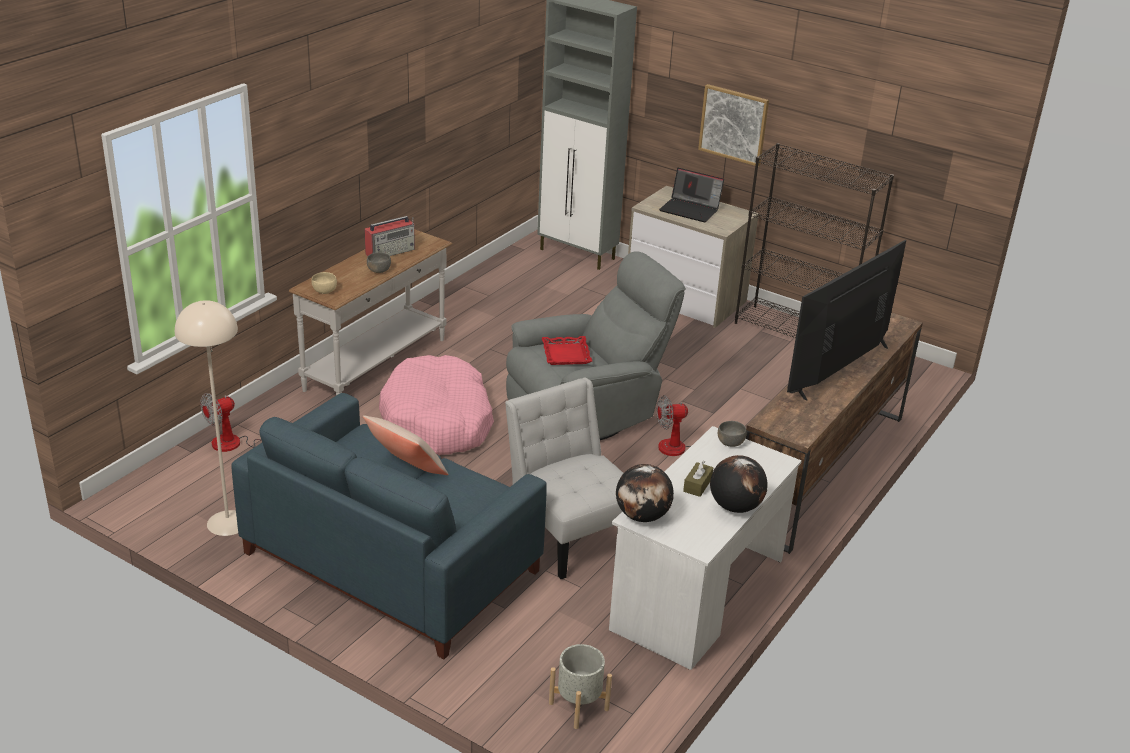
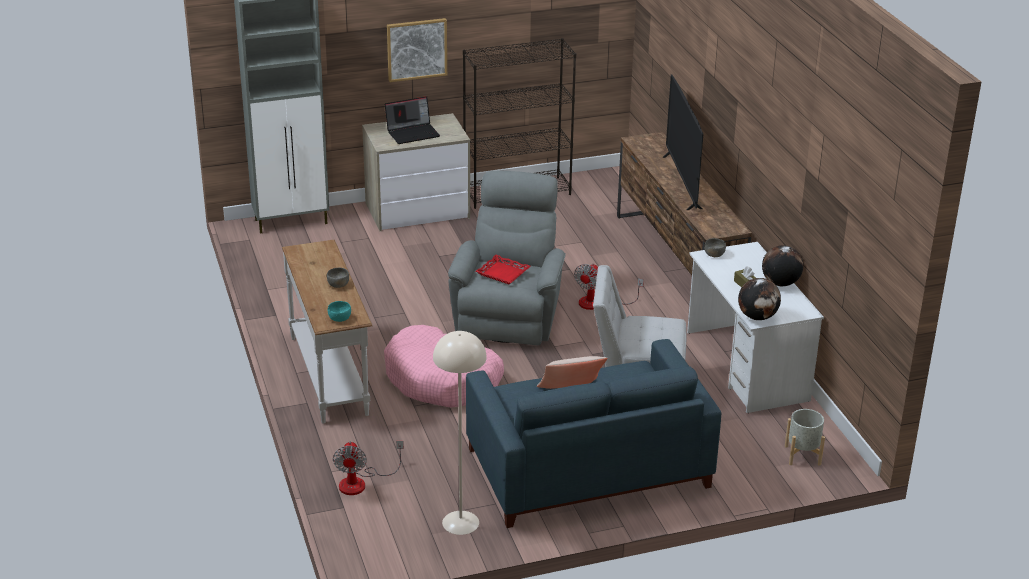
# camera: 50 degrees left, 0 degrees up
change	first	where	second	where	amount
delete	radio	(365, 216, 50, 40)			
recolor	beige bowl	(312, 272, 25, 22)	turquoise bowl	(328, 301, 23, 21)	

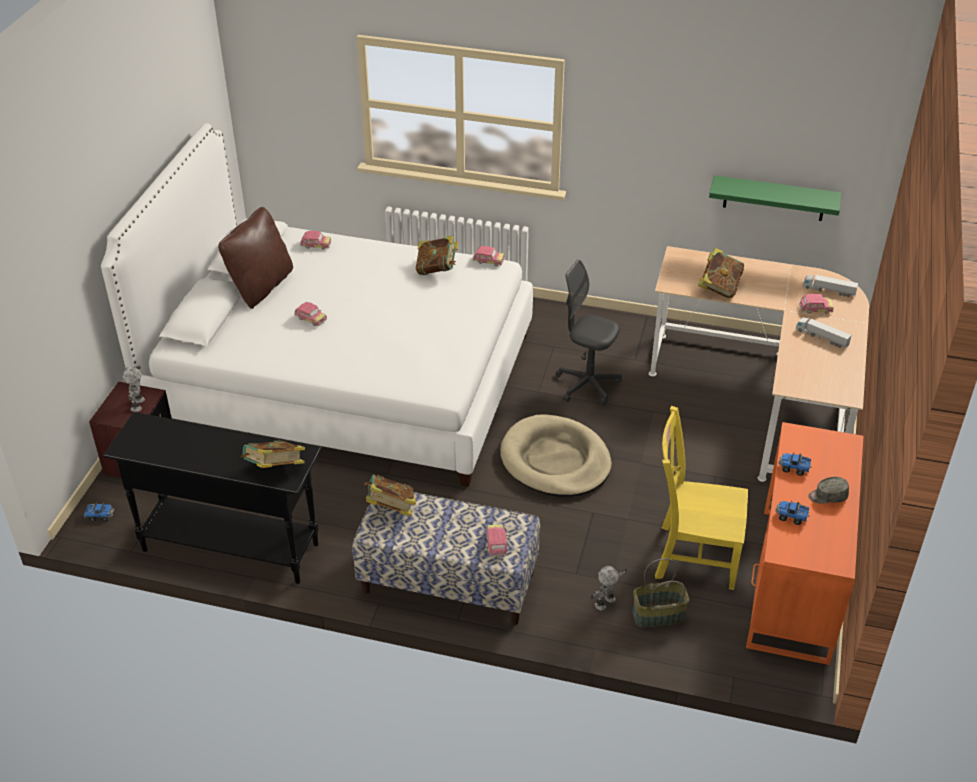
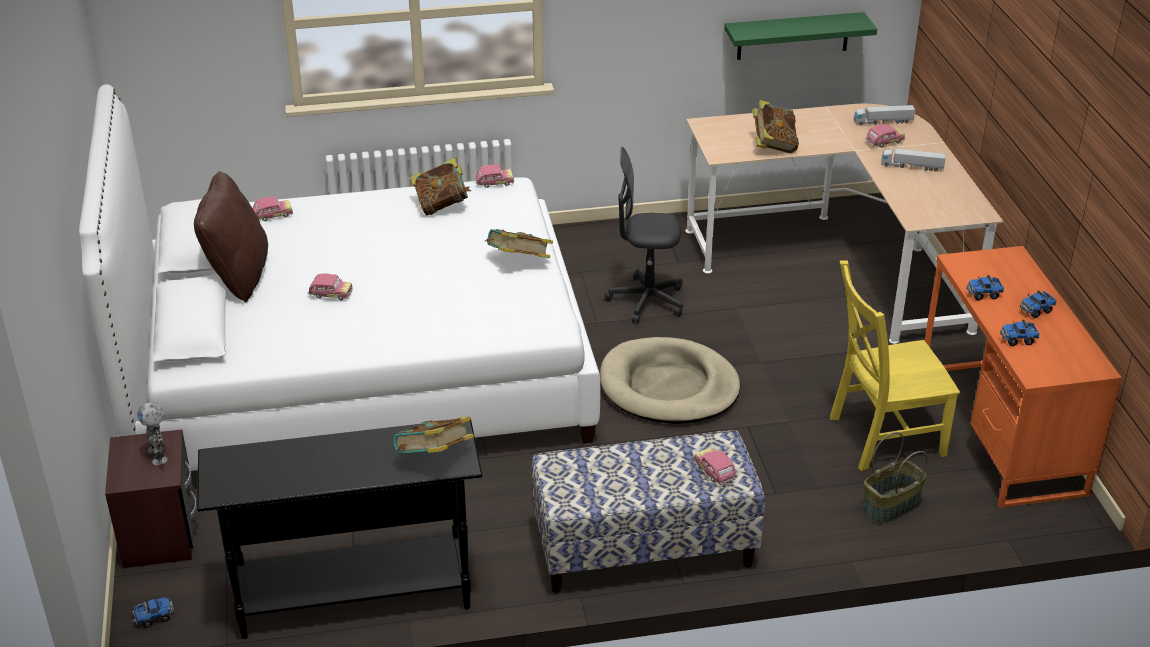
# camera: 25 degrees left, 5 degrees down
change	first	where	second	where	amount
delete	toy robot	(590, 566, 37, 45)			
move	book	(364, 474, 52, 42)		(485, 229, 68, 29)	
replace	grey cap	(808, 477, 41, 27)	toy truck	(1020, 291, 36, 27)	

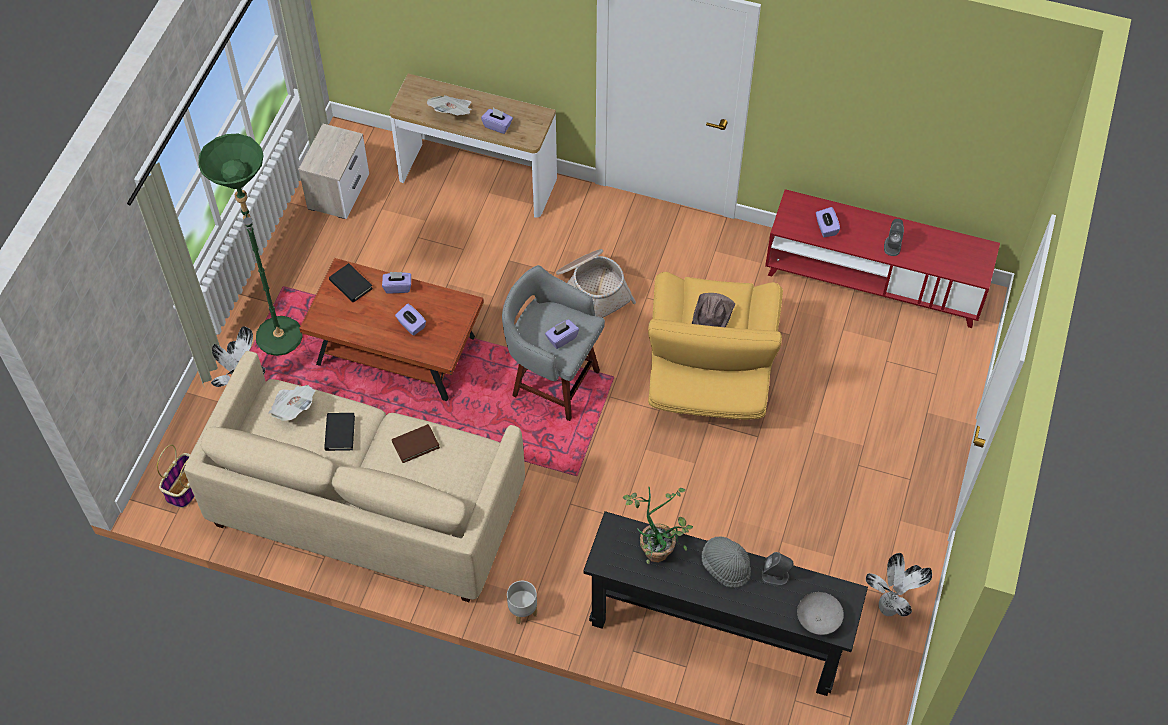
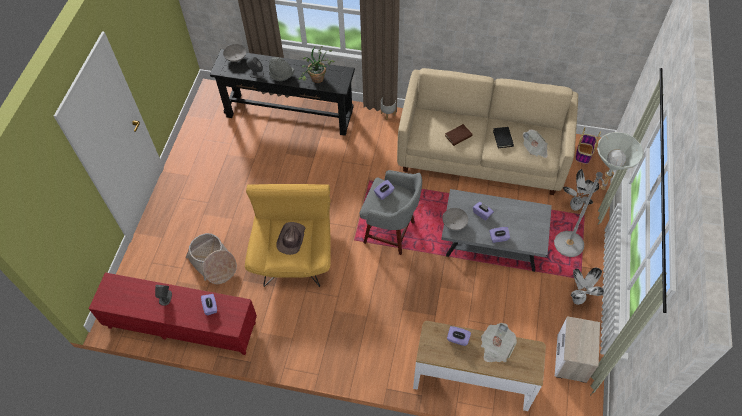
# camera: 175 degrees right, 0 degrees up
change	first	where	second	where	amount
delete	black book	(329, 263, 44, 39)			
insert			grey bowl	(442, 208, 26, 22)	
move	basket	(556, 249, 80, 69)		(186, 233, 51, 51)	
move	potted plant	(866, 553, 66, 64)		(571, 268, 33, 37)	
recolor	green floor lamp	(198, 134, 105, 222)	grey floor lamp	(554, 132, 90, 125)	
recolor	brown coffee table	(299, 258, 185, 143)	grey coffee table	(441, 189, 111, 83)	

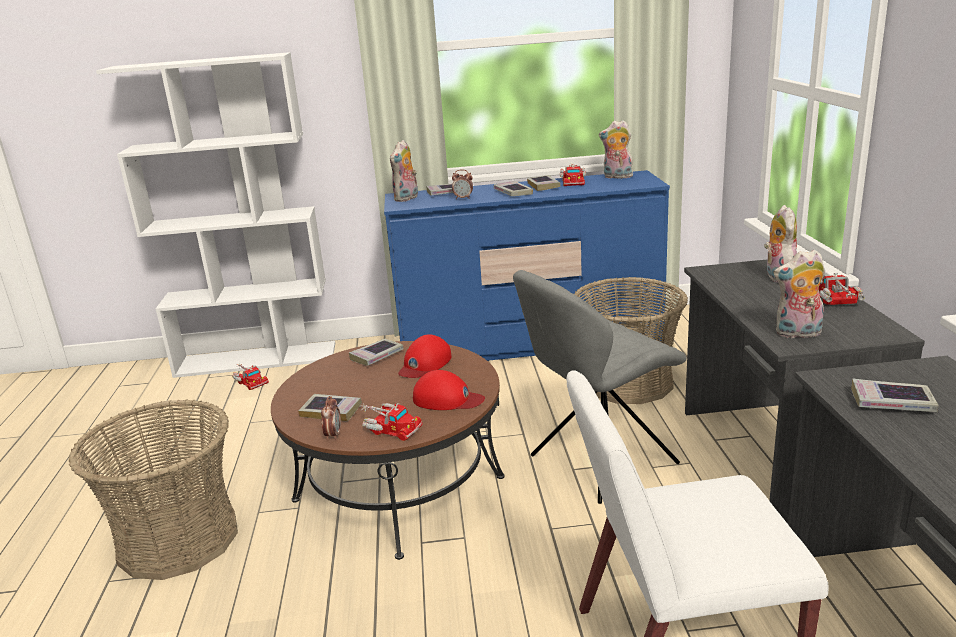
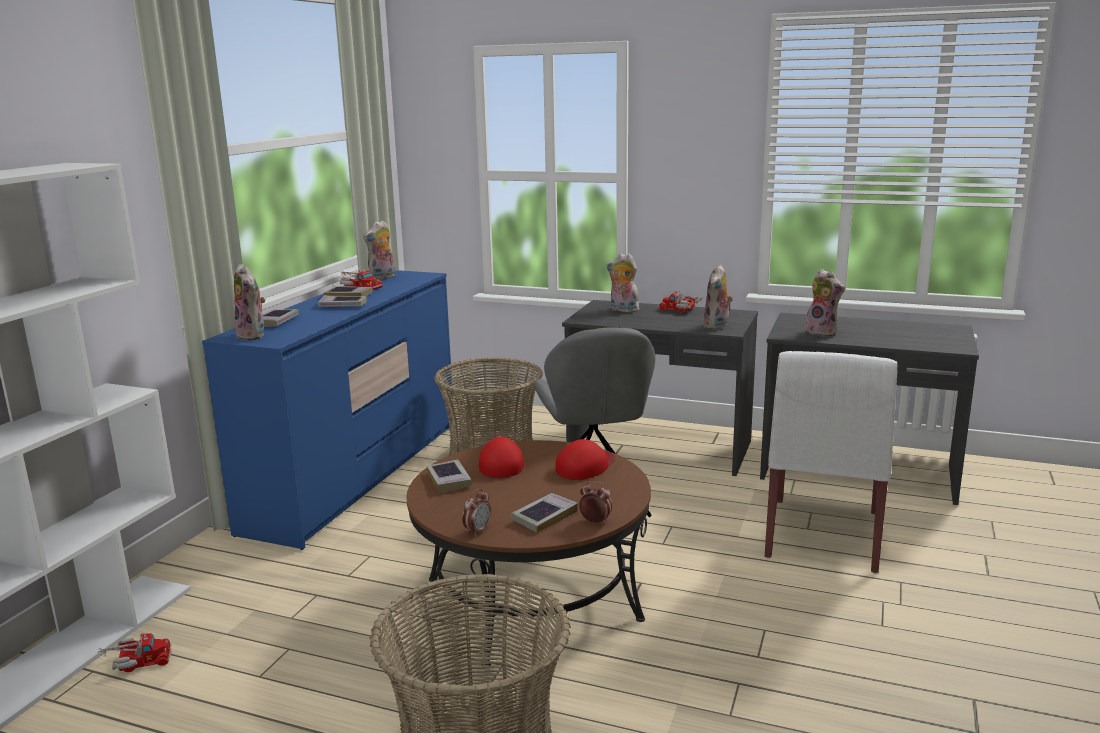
# camera: 65 degrees left, 5 degrees down
change	first	where	second	where	amount
delete	toy truck	(360, 403, 63, 38)			
move	alarm clock	(452, 170, 21, 29)		(462, 488, 29, 48)	
replace	book	(851, 378, 87, 34)	plush toy	(805, 269, 40, 68)	
rotate	red cap	(398, 334, 53, 44)		(479, 437, 45, 41)	150 degrees counterclockwise

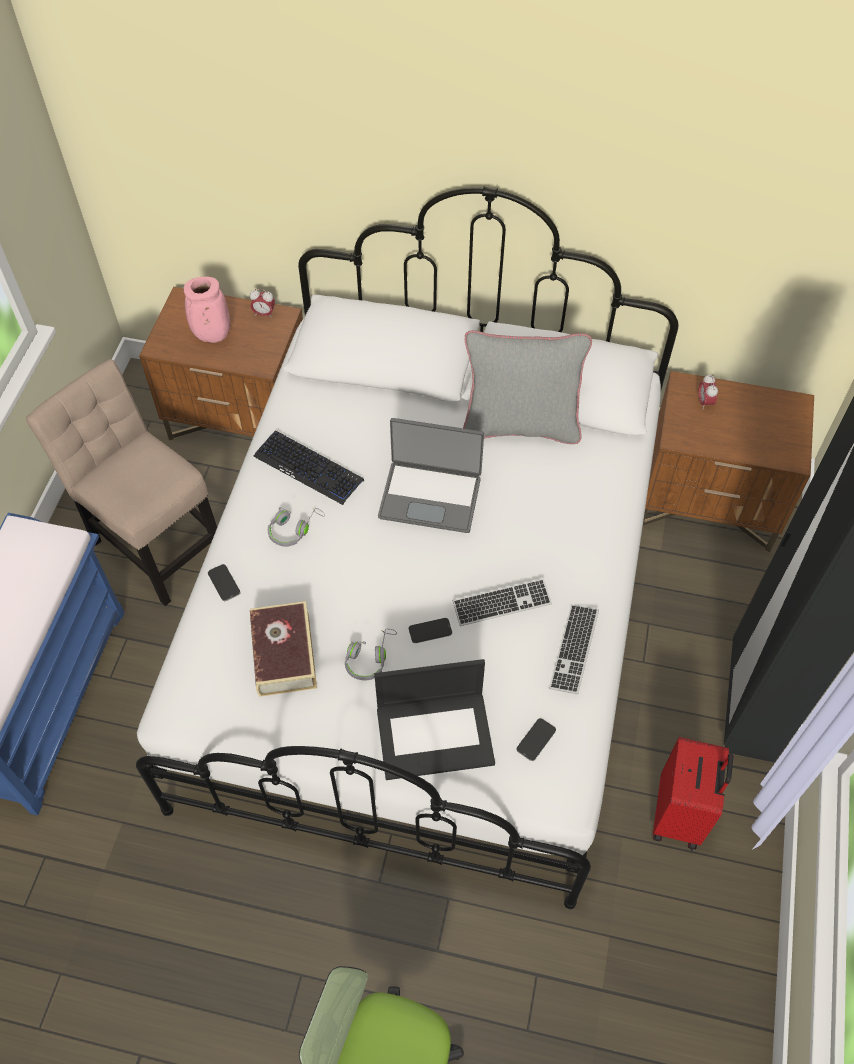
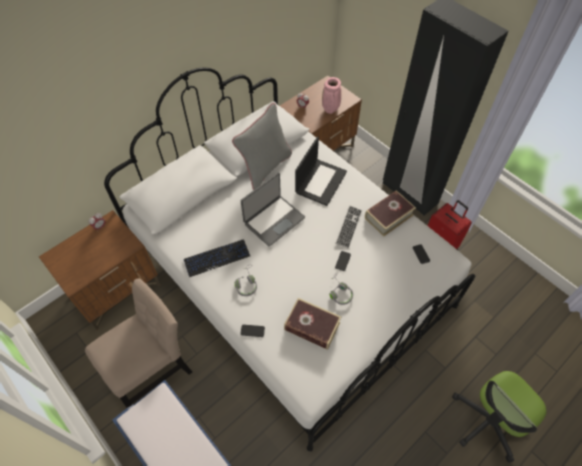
# camera: 55 degrees left, 0 degrees up
change	first	where	second	where	amount
move	pink vase	(184, 277, 46, 66)		(322, 77, 19, 37)	
move	laptop	(374, 659, 121, 121)		(295, 137, 52, 69)	
replace	keyboard	(549, 605, 50, 90)	book	(365, 190, 51, 46)	
rotate	beige chair	(26, 359, 191, 247)		(85, 279, 107, 129)	150 degrees clockwise

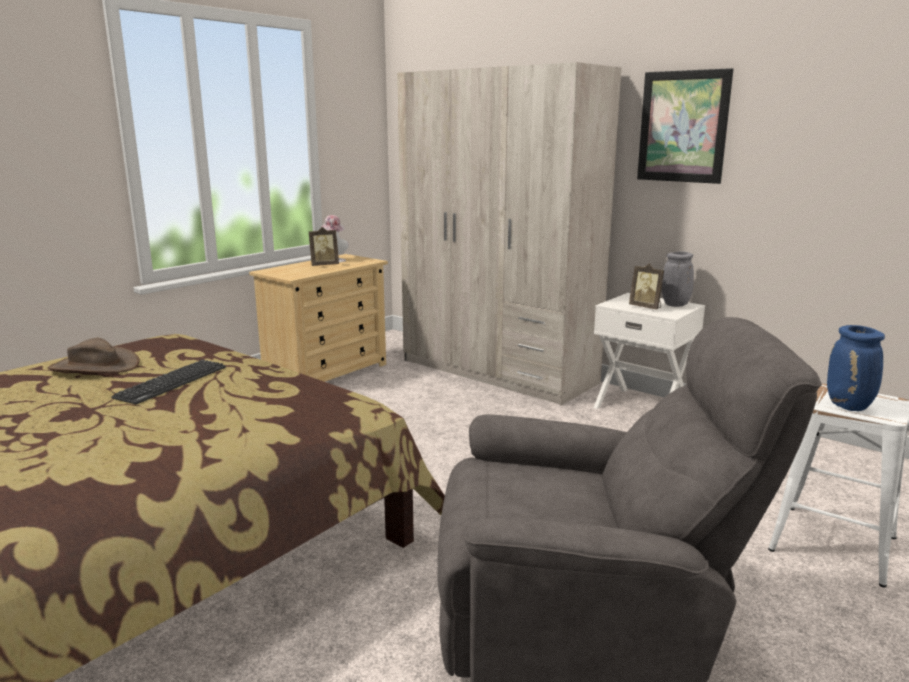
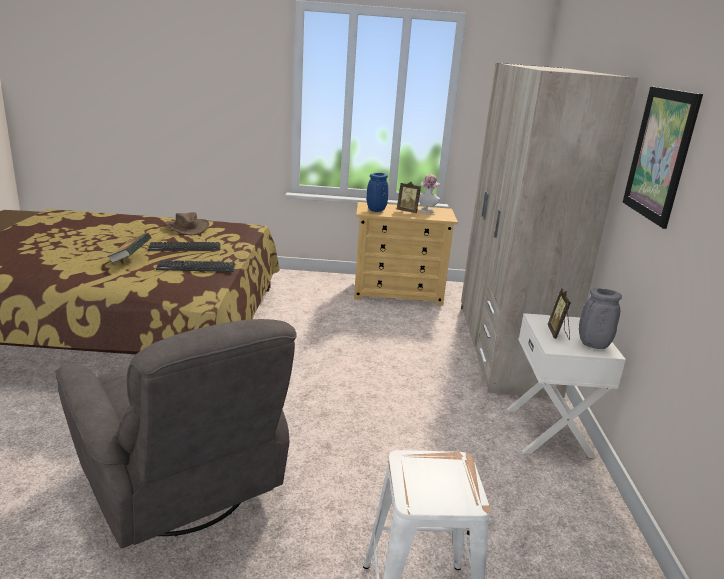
# camera: 50 degrees right, 5 degrees up
change	first	where	second	where	amount
insert			book	(107, 233, 44, 31)	
insert			keyboard	(156, 260, 79, 12)	
move	blue vase	(827, 325, 58, 86)		(367, 173, 21, 39)	

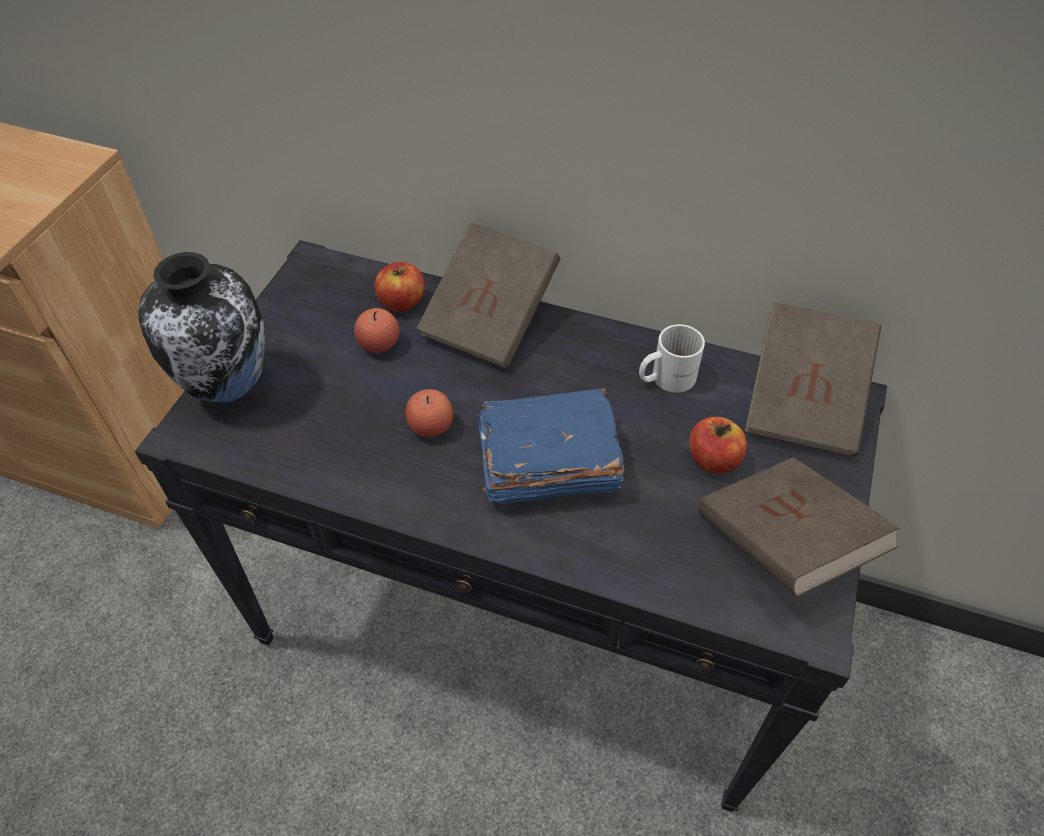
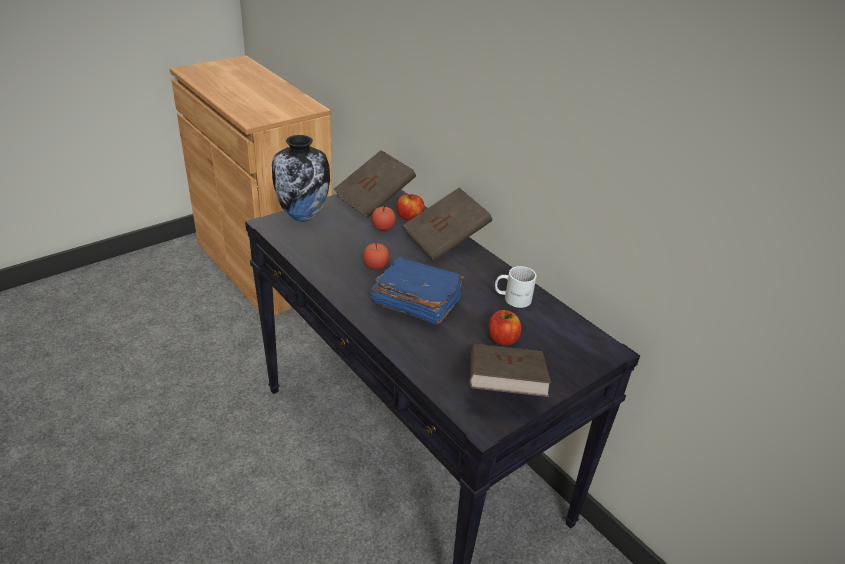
# camera: 30 degrees right, 15 degrees down
change	first	where	second	where	amount
move	brown book	(745, 302, 136, 155)		(334, 150, 82, 68)	

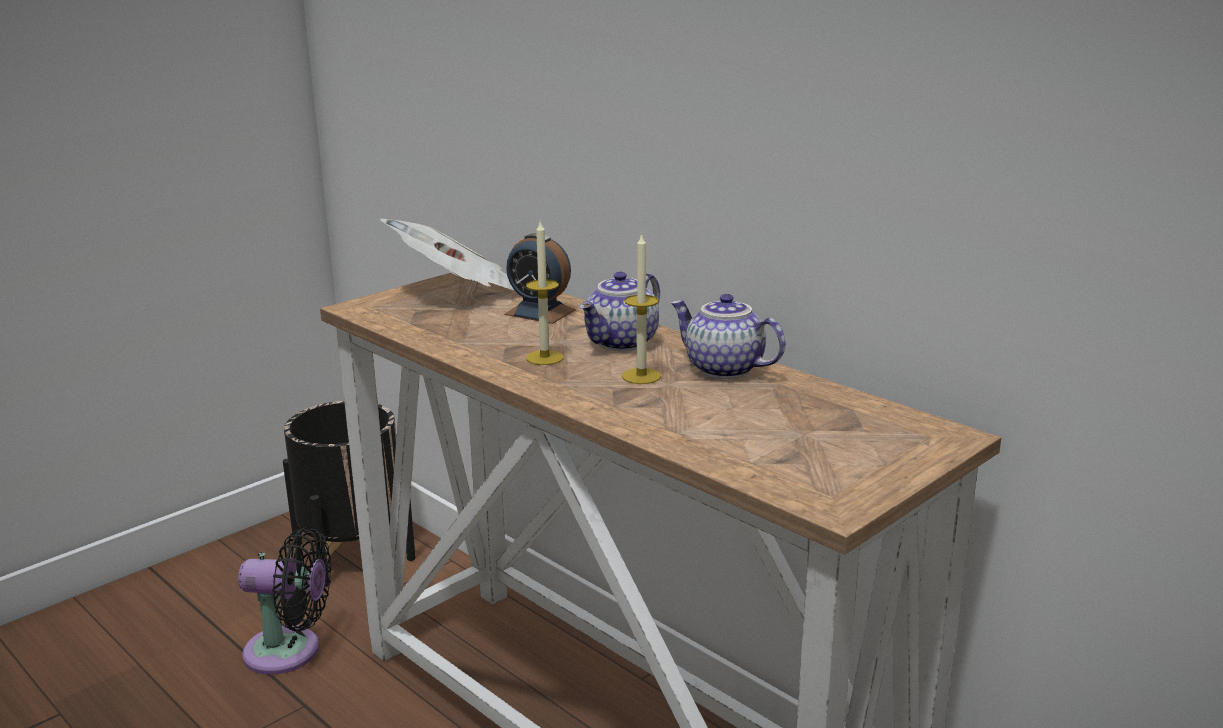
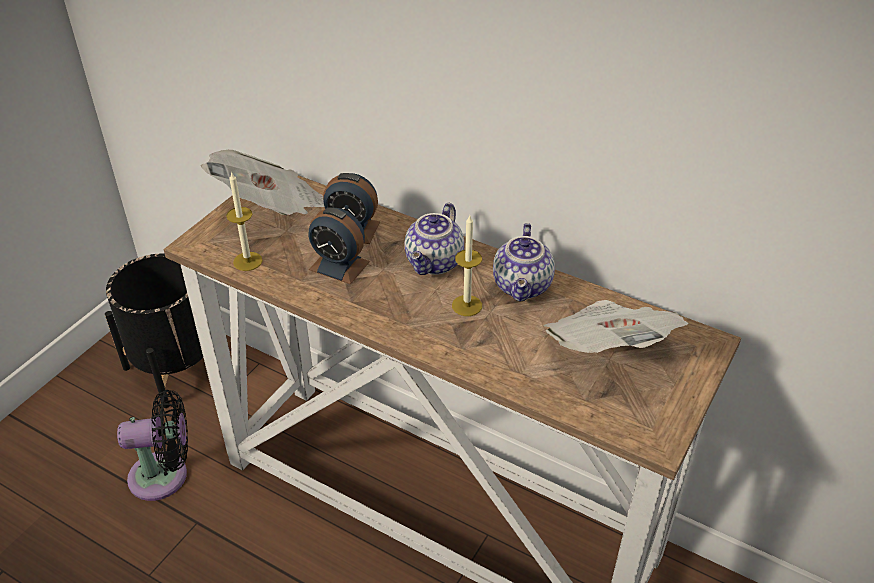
# camera: 15 degrees left, 20 degrees up
change	first	where	second	where	amount
insert			alarm clock	(309, 208, 61, 76)	
insert			newspaper	(543, 300, 145, 53)	
move	candle	(526, 222, 38, 143)		(226, 171, 37, 100)	
rotate	teapot	(670, 294, 115, 85)		(493, 223, 62, 79)	105 degrees counterclockwise

